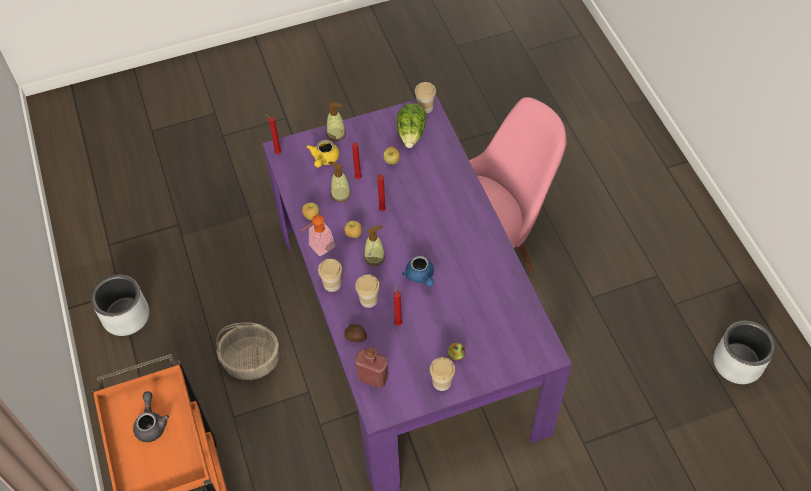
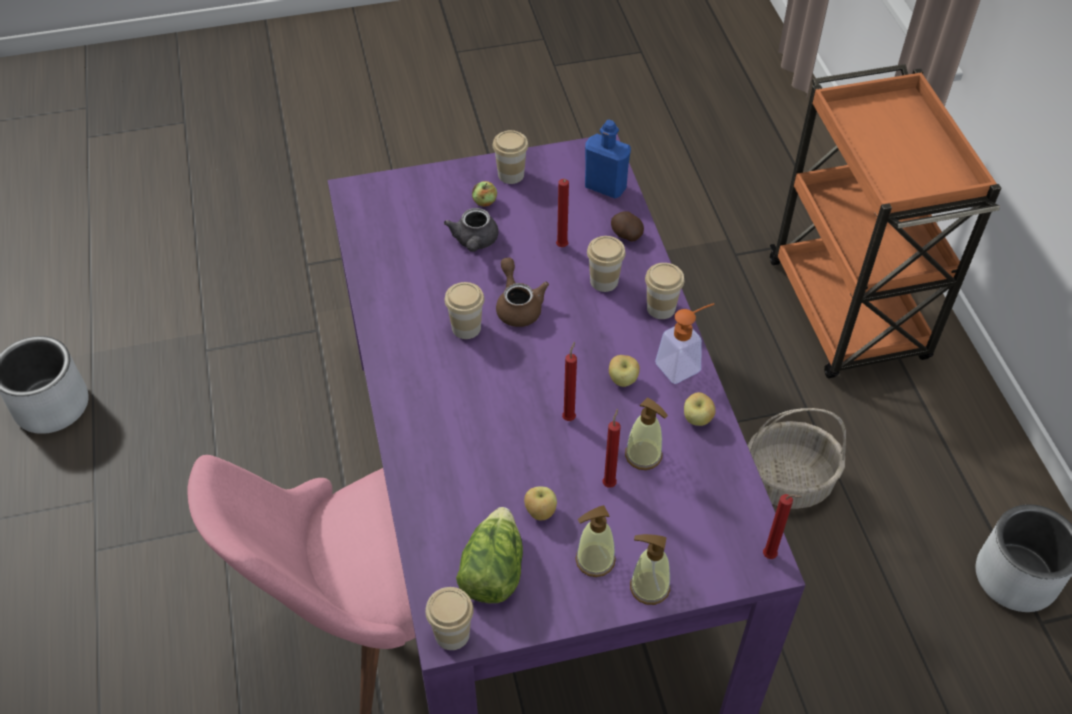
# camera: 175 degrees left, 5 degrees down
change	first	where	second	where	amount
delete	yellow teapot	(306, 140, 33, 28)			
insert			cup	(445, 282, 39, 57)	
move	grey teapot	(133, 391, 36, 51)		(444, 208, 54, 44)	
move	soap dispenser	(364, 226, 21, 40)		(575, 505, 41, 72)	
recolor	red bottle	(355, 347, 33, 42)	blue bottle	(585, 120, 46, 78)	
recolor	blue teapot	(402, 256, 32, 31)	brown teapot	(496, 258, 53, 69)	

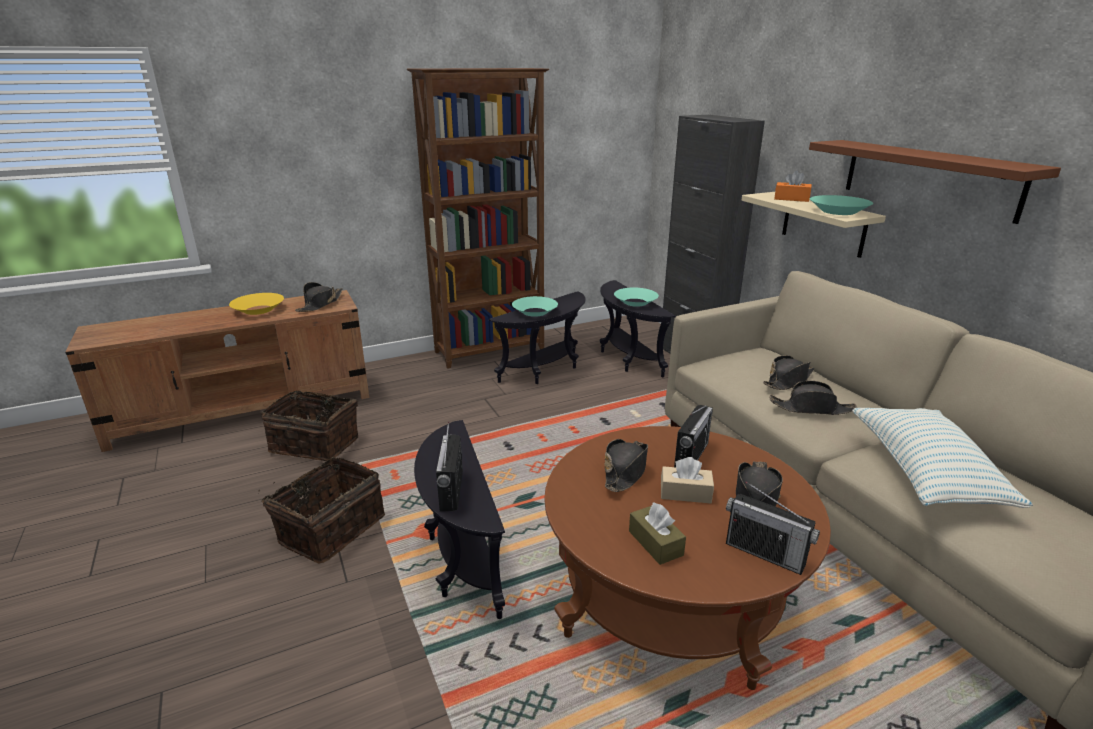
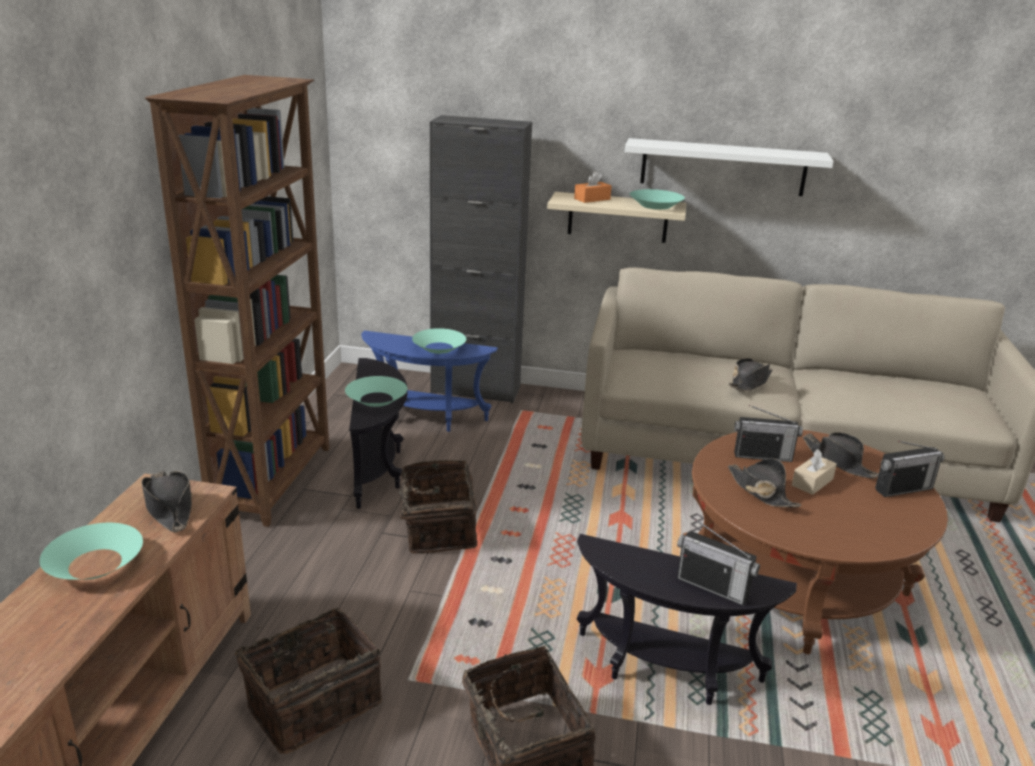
# camera: 55 degrees left, 0 degrees up
change	first	where	second	where	amount
delete	brown tissue box	(629, 502, 57, 63)			
delete	black hat	(763, 355, 51, 35)			
delete	pillow	(852, 408, 181, 100)			
insert			basket	(382, 460, 95, 94)	
recolor	yellow bowl	(229, 293, 55, 22)	turquoise bowl	(40, 523, 103, 57)	
recolor	black side table	(600, 280, 75, 97)	blue side table	(361, 330, 137, 102)	
recolor	brown shelf	(809, 140, 252, 84)	white shelf	(625, 138, 209, 58)	
rotate	radio	(674, 405, 39, 62)		(734, 405, 69, 57)	120 degrees clockwise

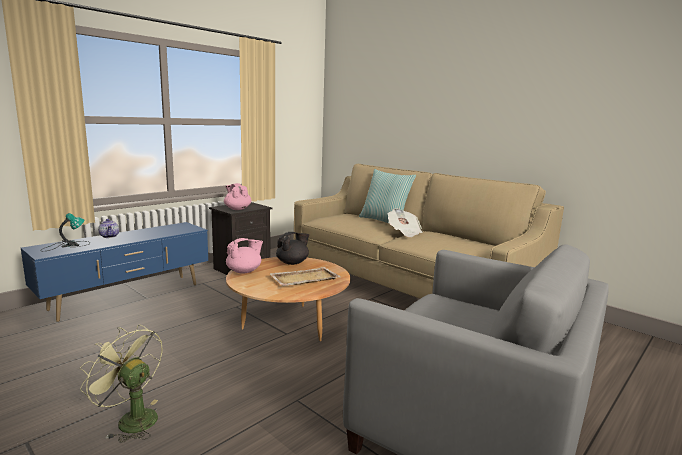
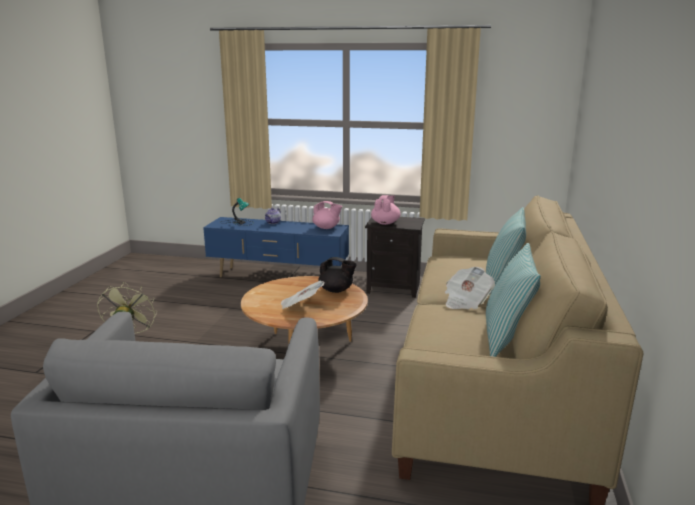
# camera: 60 degrees right, 5 degrees up
change	first	where	second	where	amount
insert			pillow	(486, 243, 55, 114)	
move	pink teapot	(226, 238, 37, 36)		(312, 201, 30, 28)	
replace	beige tray	(269, 267, 71, 19)	newspaper	(281, 280, 44, 29)	

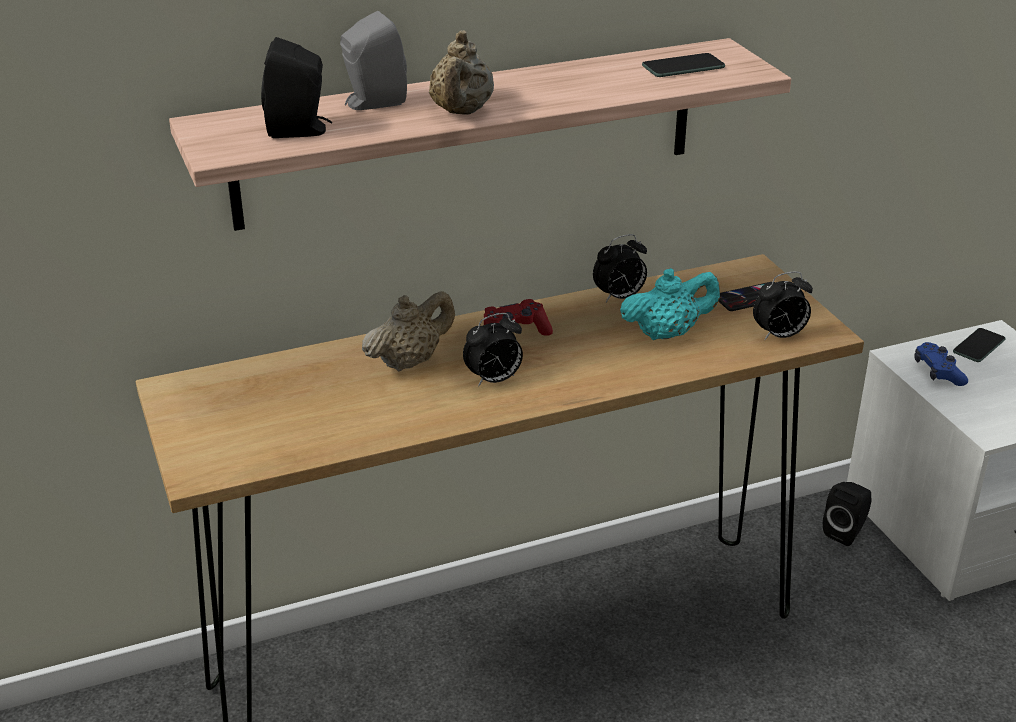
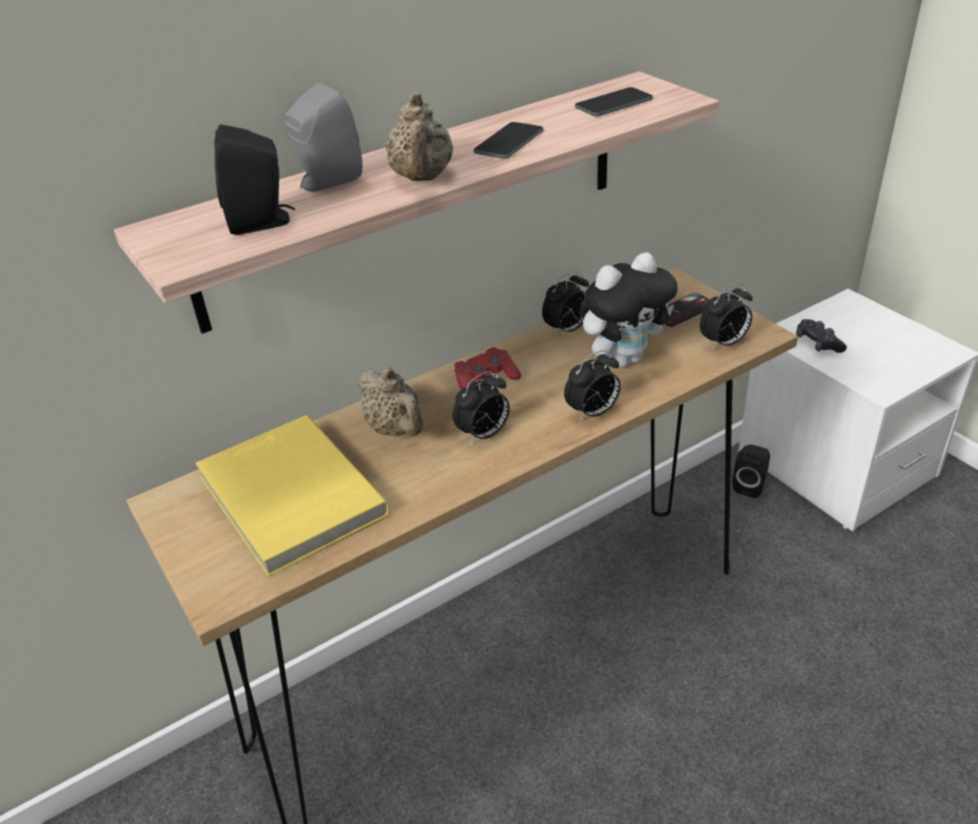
# camera: 10 degrees left, 5 degrees up
change	first	where	second	where	amount
insert			yellow book	(196, 415, 194, 161)	
insert			alarm clock	(564, 350, 57, 71)	
move	phone	(953, 328, 52, 34)		(473, 122, 71, 37)	
replace	turquoise teapot	(620, 268, 100, 72)	plush toy	(580, 252, 98, 115)	
recolor	blue game controller	(914, 342, 54, 44)	black game controller	(796, 319, 51, 34)	
rotate	beige teapot	(362, 291, 93, 81)		(358, 367, 65, 69)	105 degrees clockwise

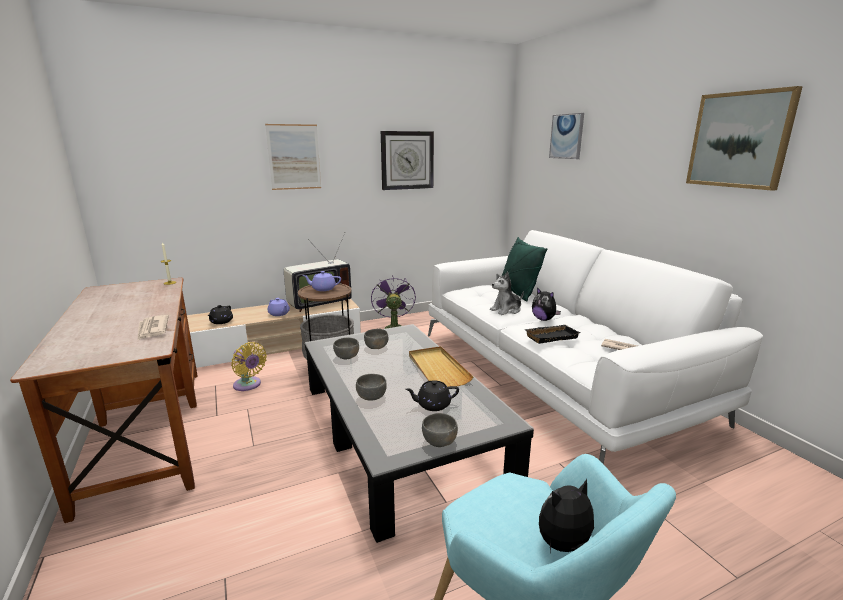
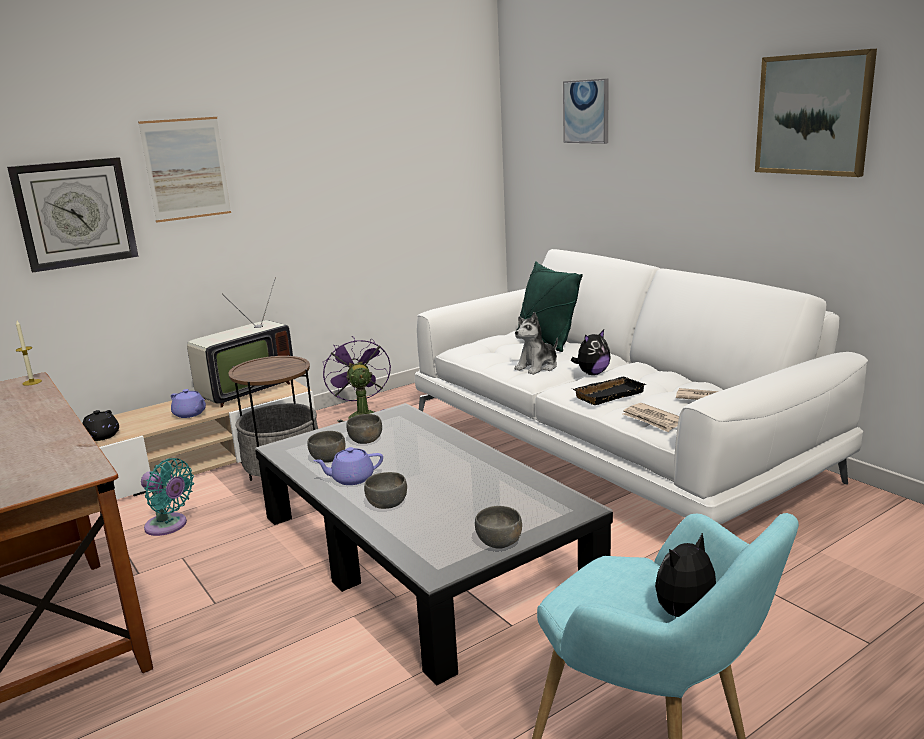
# camera: 10 degrees left, 0 degrees up
change	first	where	second	where	amount
delete	black teapot	(405, 380, 54, 31)			
delete	beige tray	(409, 346, 65, 41)			
move	newspaper	(138, 315, 31, 25)		(623, 403, 56, 29)	
move	purple teapot	(302, 271, 39, 20)		(314, 447, 69, 38)	
move	wall clock	(381, 131, 53, 59)		(7, 157, 131, 115)	
recolor	yellow fan	(231, 342, 36, 49)	turquoise fan	(141, 458, 53, 78)	
rotate	plush toy	(532, 288, 29, 33)		(571, 330, 40, 45)	75 degrees counterclockwise

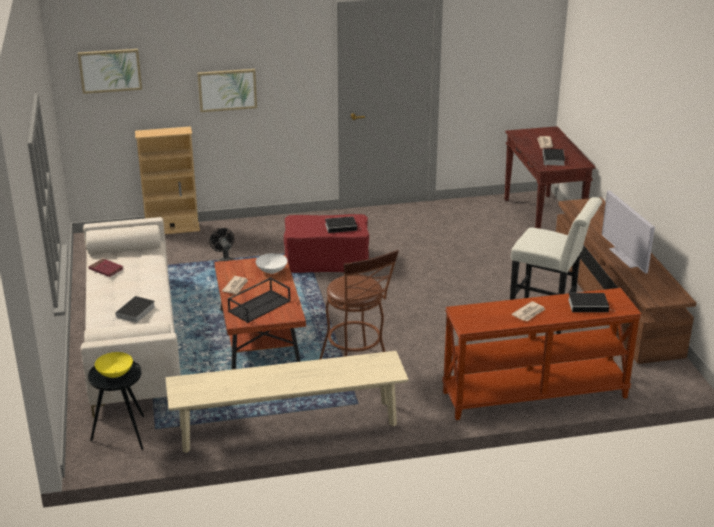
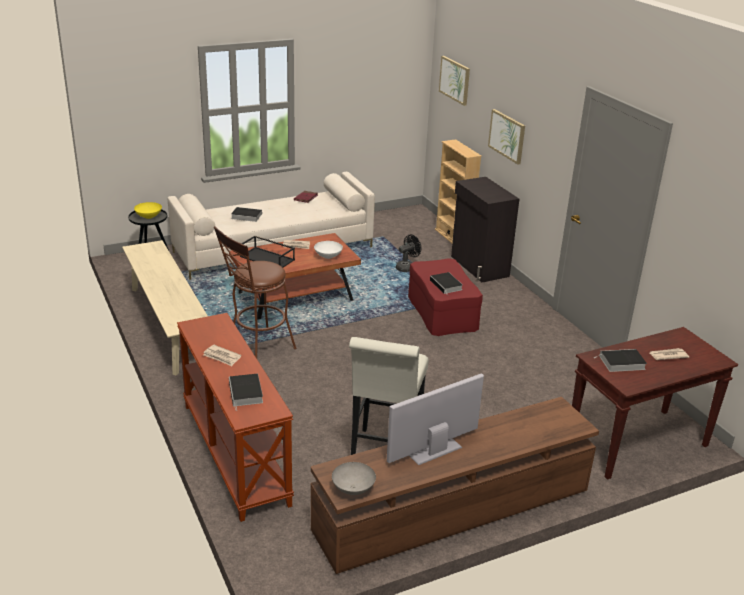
# camera: 75 degrees right, 0 degrees up
change	first	where	second	where	amount
insert			grey bowl	(332, 462, 44, 33)	
insert			black cabinet	(451, 177, 68, 105)	

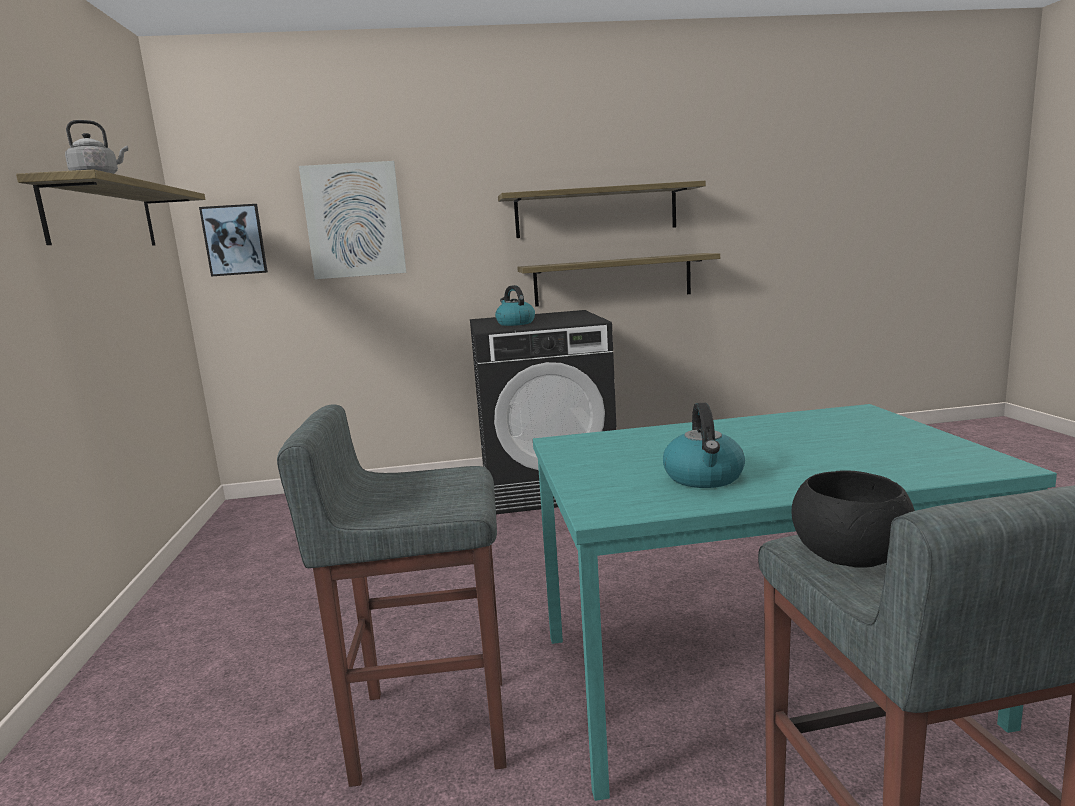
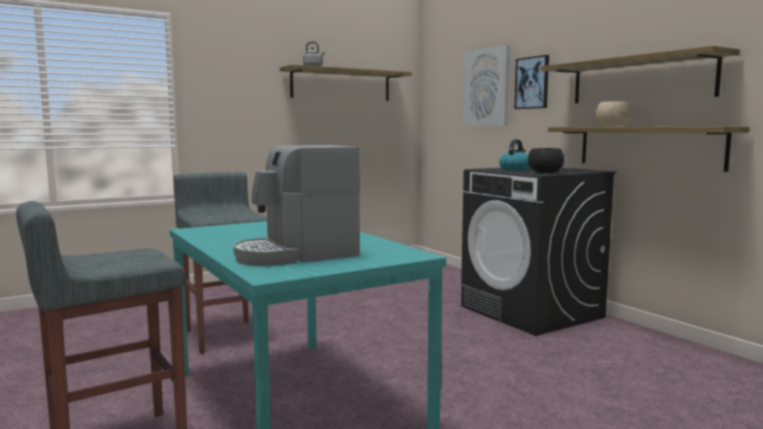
# camera: 65 degrees right, 5 degrees down
change	first	where	second	where	amount
delete	kettle	(663, 403, 82, 85)			
insert			coffee machine	(233, 145, 127, 121)	
insert			beige bowl	(596, 101, 38, 26)	
move	picture	(199, 204, 69, 73)		(514, 55, 35, 54)	
move	black bowl	(791, 470, 124, 98)		(528, 148, 37, 25)	

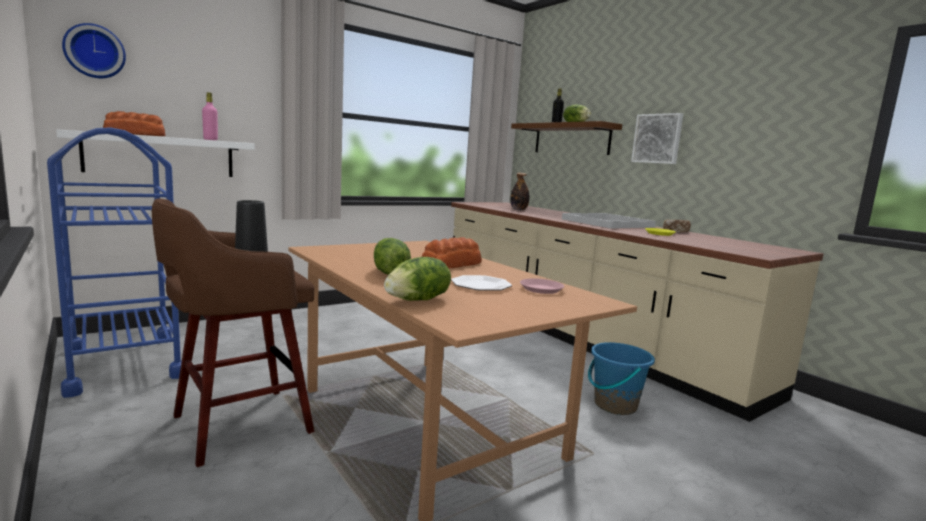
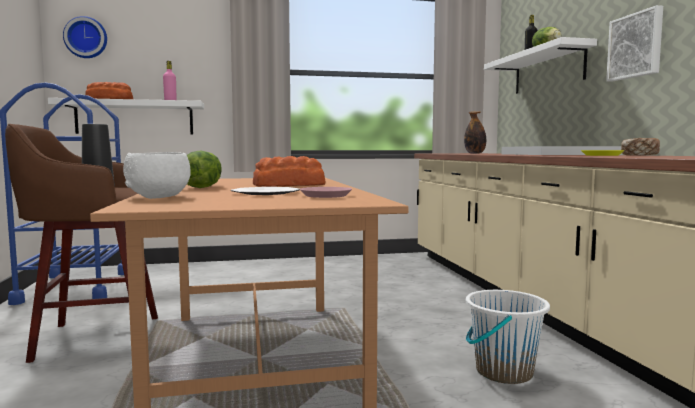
# camera: 25 degrees right, 5 degrees down
change	first	where	second	where	amount
replace	lettuce	(384, 257, 67, 44)	white bowl	(123, 152, 68, 47)	
recolor	brown shelf	(511, 121, 111, 34)	white shelf	(484, 37, 113, 57)	
recolor	blue bucket	(588, 342, 67, 73)	white bucket	(466, 290, 84, 94)	

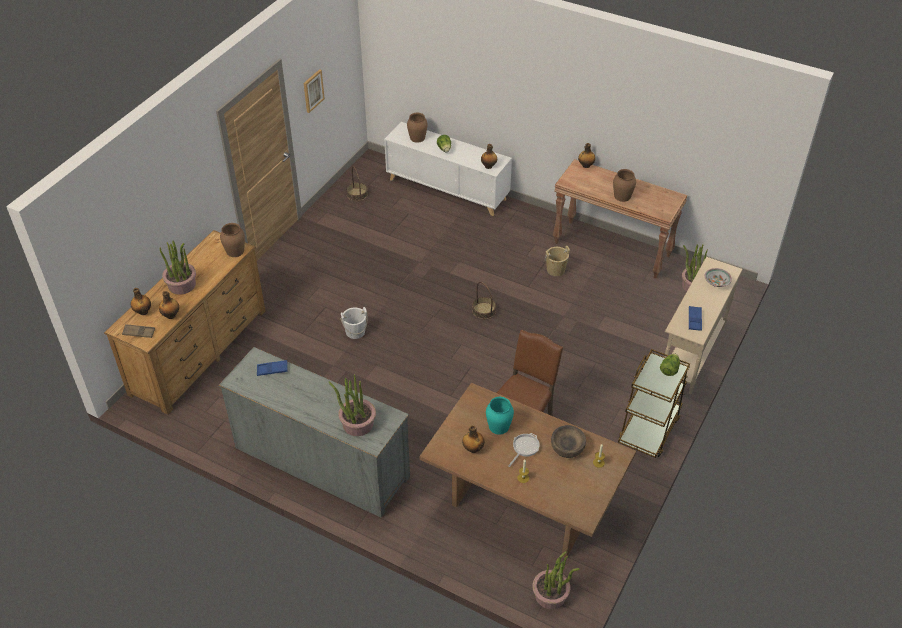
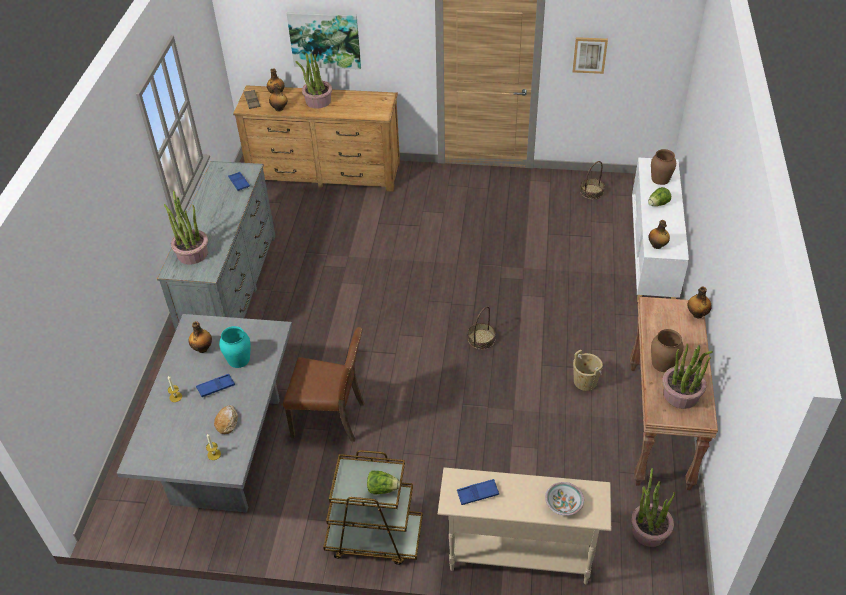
# camera: 70 degrees right, 0 degrees up
change	first	where	second	where	amount
delete	brown vase	(220, 223, 25, 34)			
delete	white bucket	(341, 307, 27, 32)			
insert			picture	(287, 12, 74, 58)	
move	potted plant	(532, 551, 48, 59)		(662, 343, 51, 66)	
replace	frying pan	(508, 433, 32, 34)	blue tray	(196, 374, 39, 23)	
replace	brown bowl	(551, 425, 35, 33)	bread	(214, 405, 24, 29)	
recolor	brown dining table	(419, 383, 217, 174)	grey dining table	(117, 314, 175, 198)	

